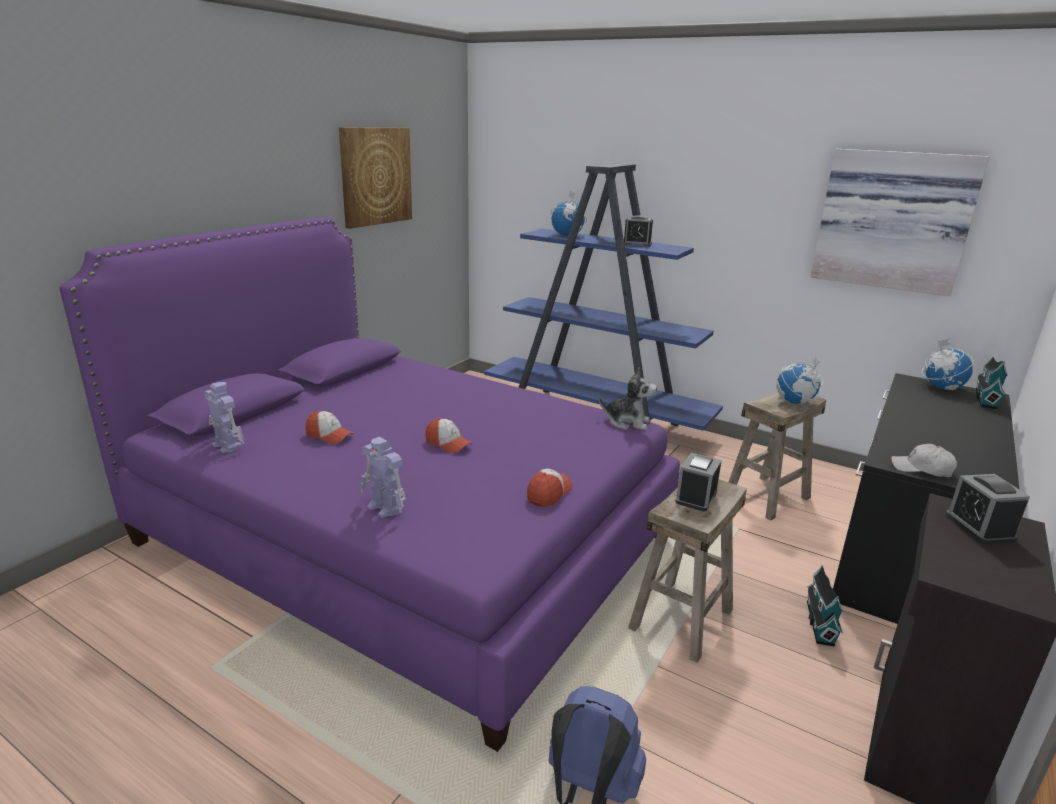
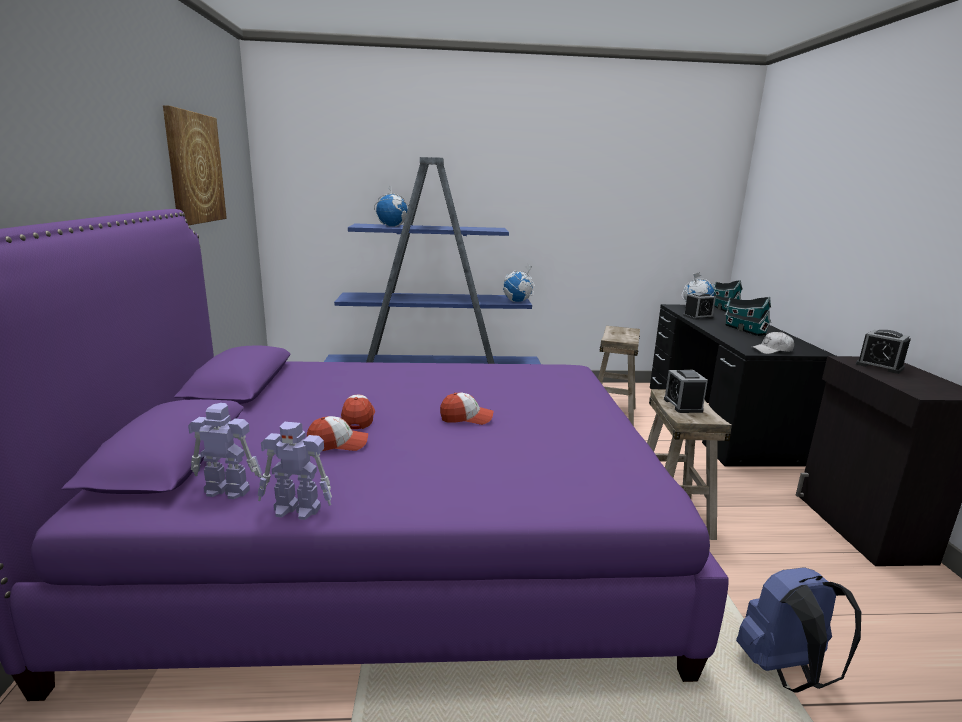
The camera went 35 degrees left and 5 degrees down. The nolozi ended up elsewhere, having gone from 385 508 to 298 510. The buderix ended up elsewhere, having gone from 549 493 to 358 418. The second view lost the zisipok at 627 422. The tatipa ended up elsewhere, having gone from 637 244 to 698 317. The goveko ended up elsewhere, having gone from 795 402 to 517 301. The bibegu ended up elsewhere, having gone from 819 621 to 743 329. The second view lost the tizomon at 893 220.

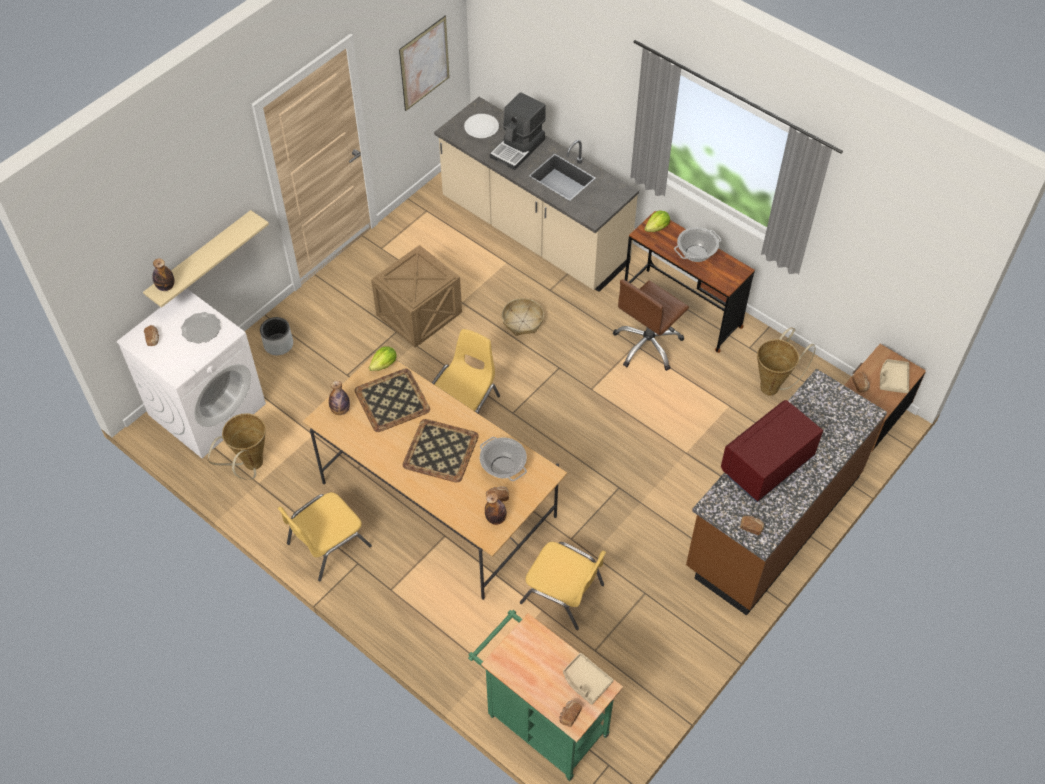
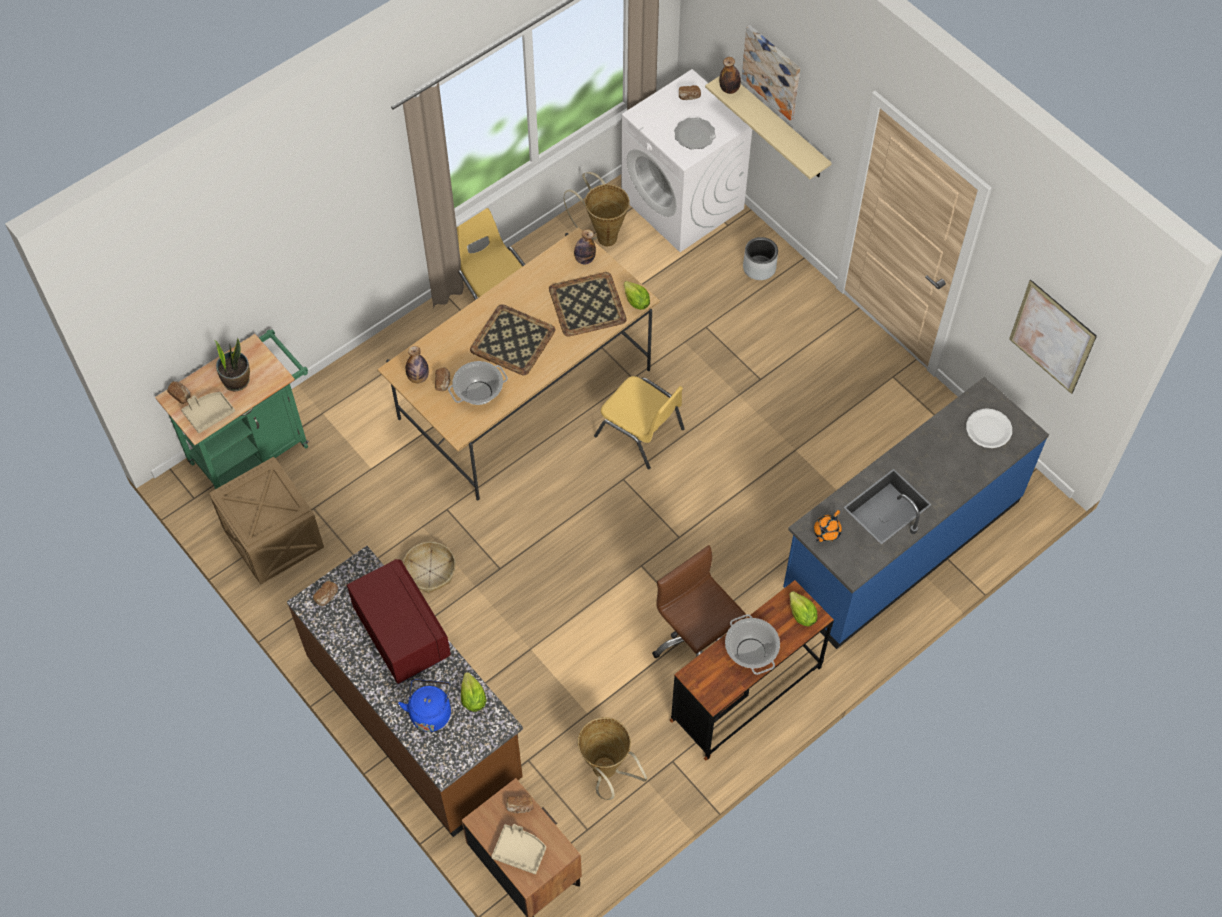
The camera went 100 degrees right and 5 degrees up. The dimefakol ended up elsewhere, having gone from 418 315 to 272 536. What was the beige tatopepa at 534 233 turned into the blue tatopepa at 900 545. The second view lost the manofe at 518 148. The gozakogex ended up elsewhere, having gone from 522 321 to 430 571. The second view lost the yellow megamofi at 563 594. The second view gained the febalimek at 237 380. The second view gained the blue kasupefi at 430 712. The second view gained the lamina at 473 698. The second view gained the tizomon at 772 71. The second view gained the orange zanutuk at 826 532.

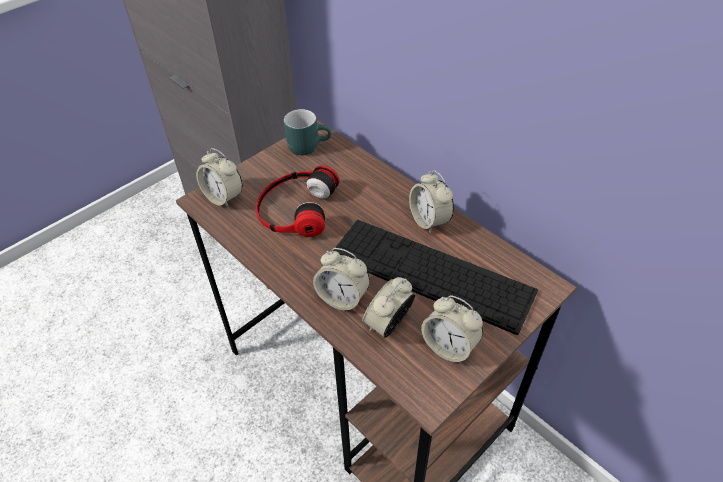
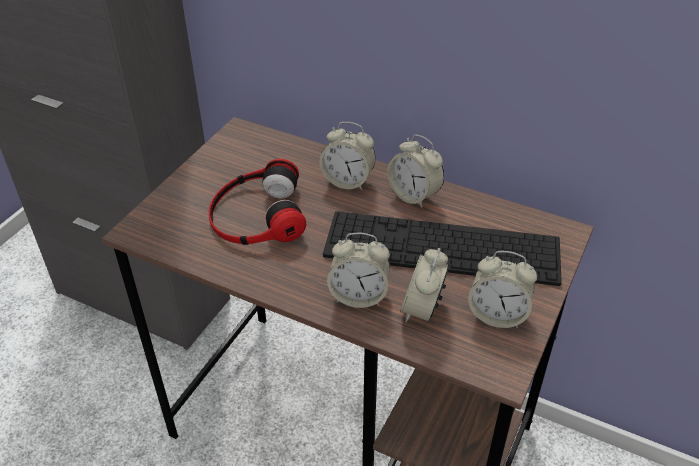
The camera went 20 degrees left and 5 degrees down. The tatipa ended up elsewhere, having gone from 223 197 to 348 181. The second view lost the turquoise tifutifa at 308 145.

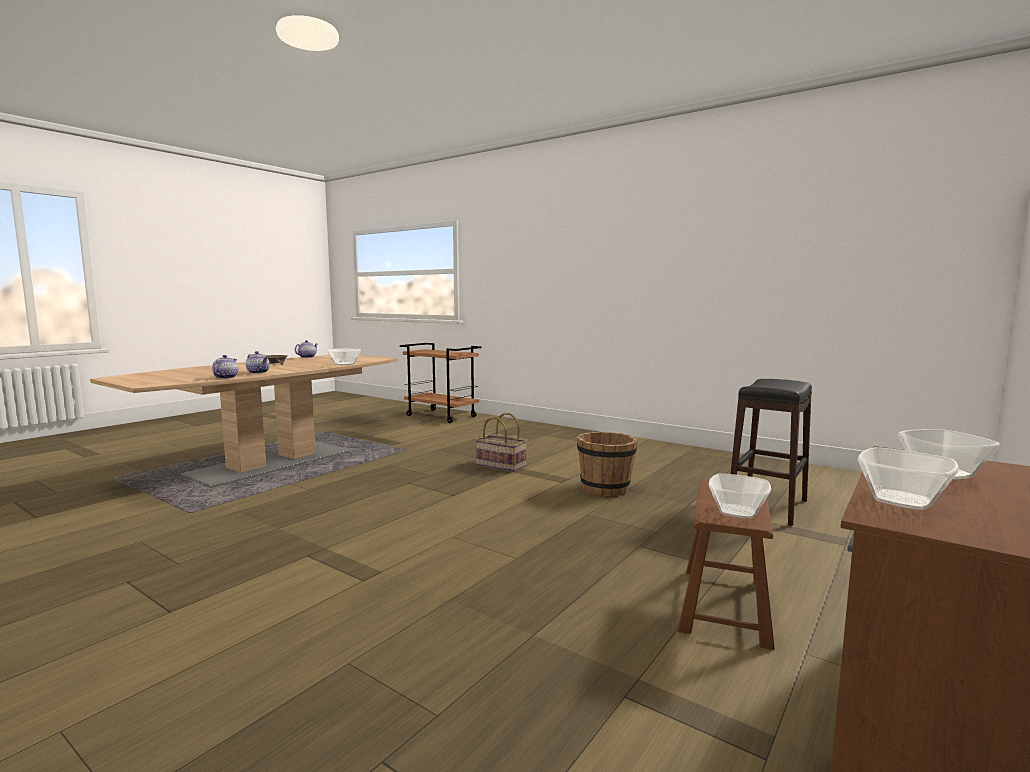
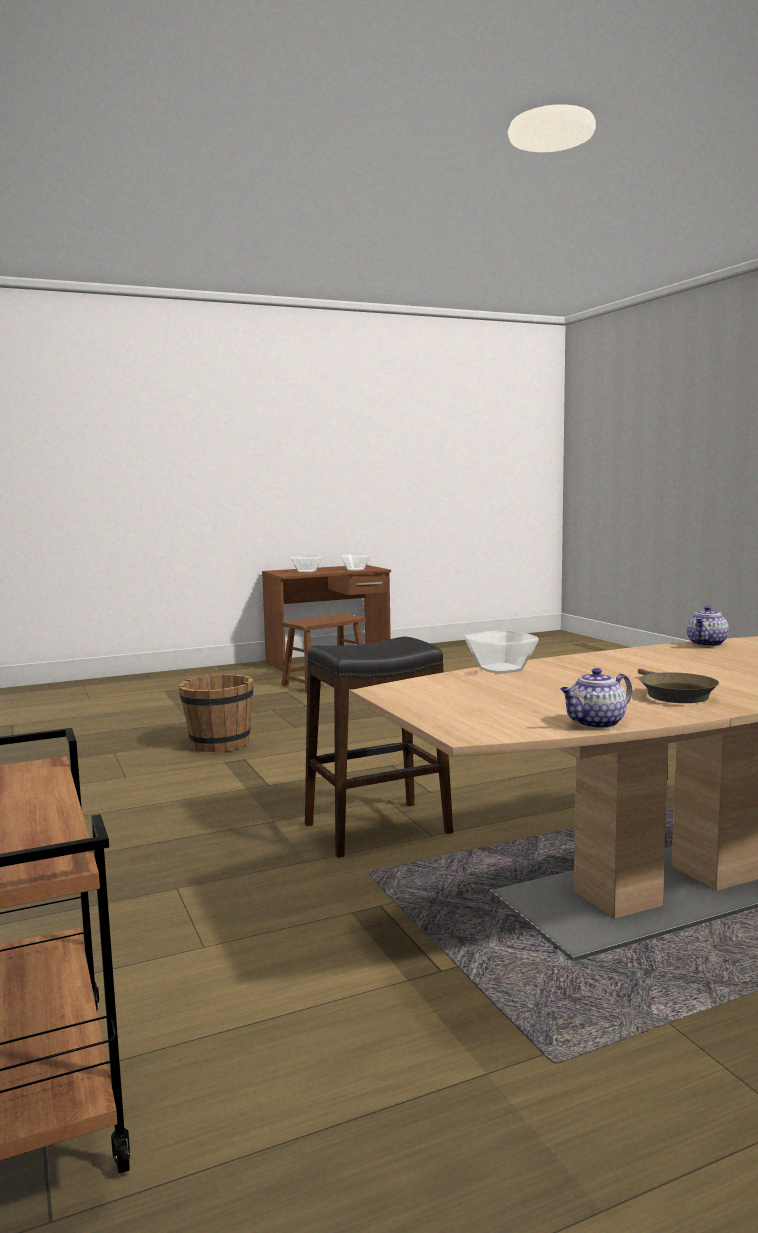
The camera went 150 degrees left and 0 degrees up. The second view lost the zanutuk at 258 372. The second view lost the gozakogex at 500 465. The second view lost the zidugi at 737 511. The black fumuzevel ended up elsewhere, having gone from 768 506 to 378 828.

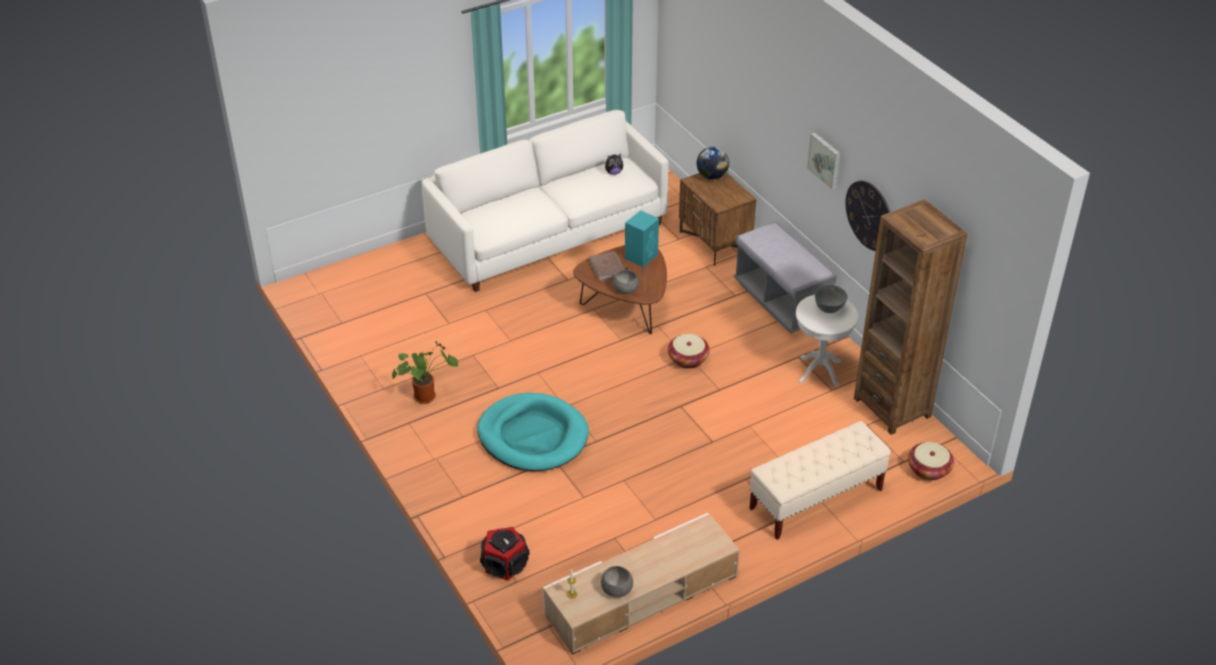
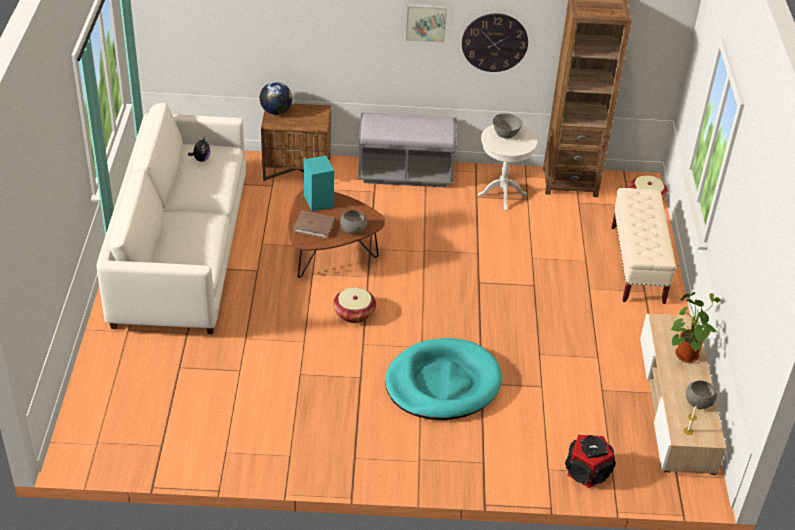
The camera went 60 degrees left and 0 degrees up. The febalimek ended up elsewhere, having gone from 427 395 to 685 353. The gozakogex ended up elsewhere, having gone from 688 359 to 354 313.

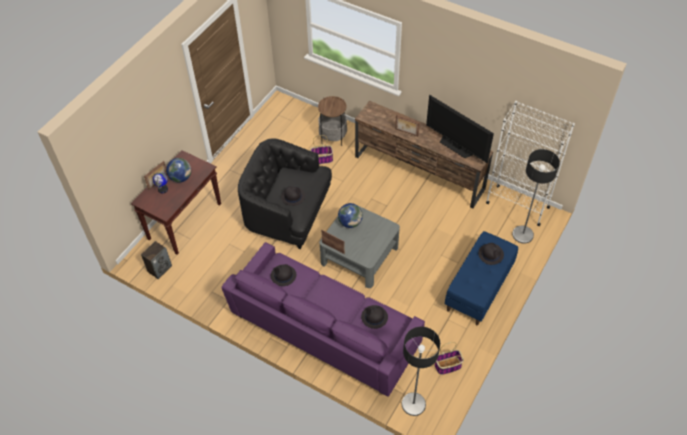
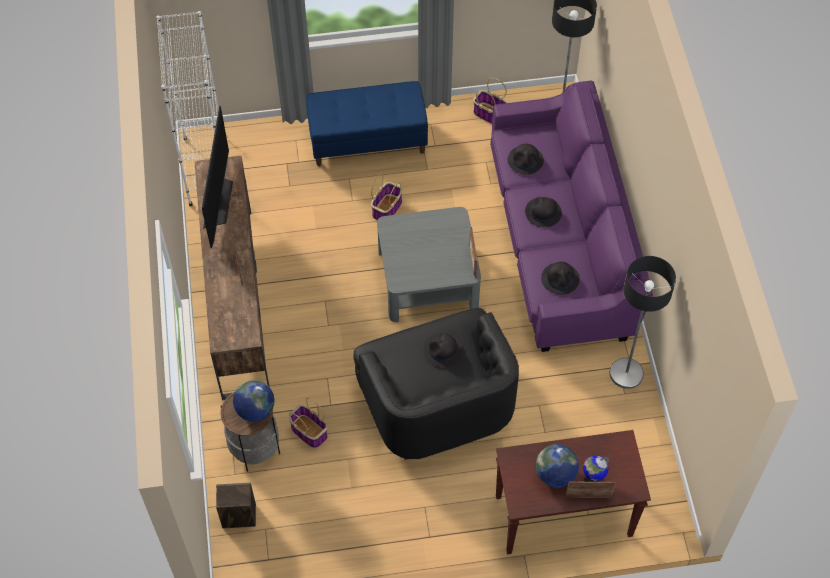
The camera went 130 degrees left and 5 degrees up. The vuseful ended up elsewhere, having gone from 160 268 to 238 516. The goveko ended up elsewhere, having gone from 350 222 to 255 410. The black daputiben ended up elsewhere, having gone from 491 254 to 543 212. The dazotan ended up elsewhere, having gone from 522 234 to 626 373. The second view gained the gozakogex at 387 208.

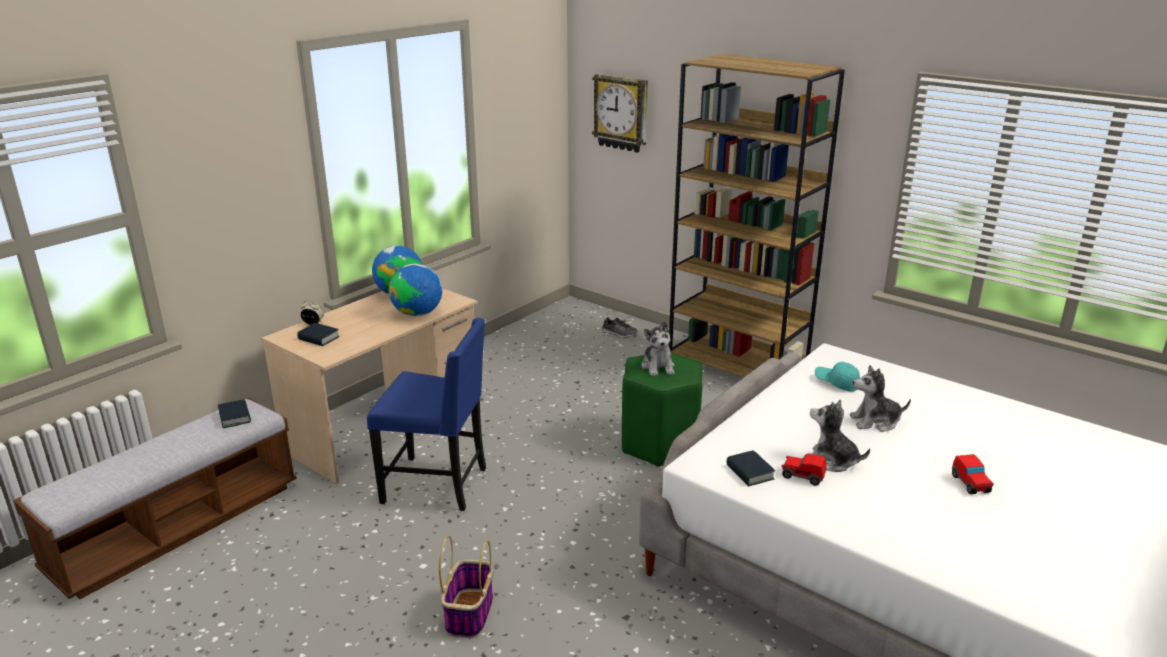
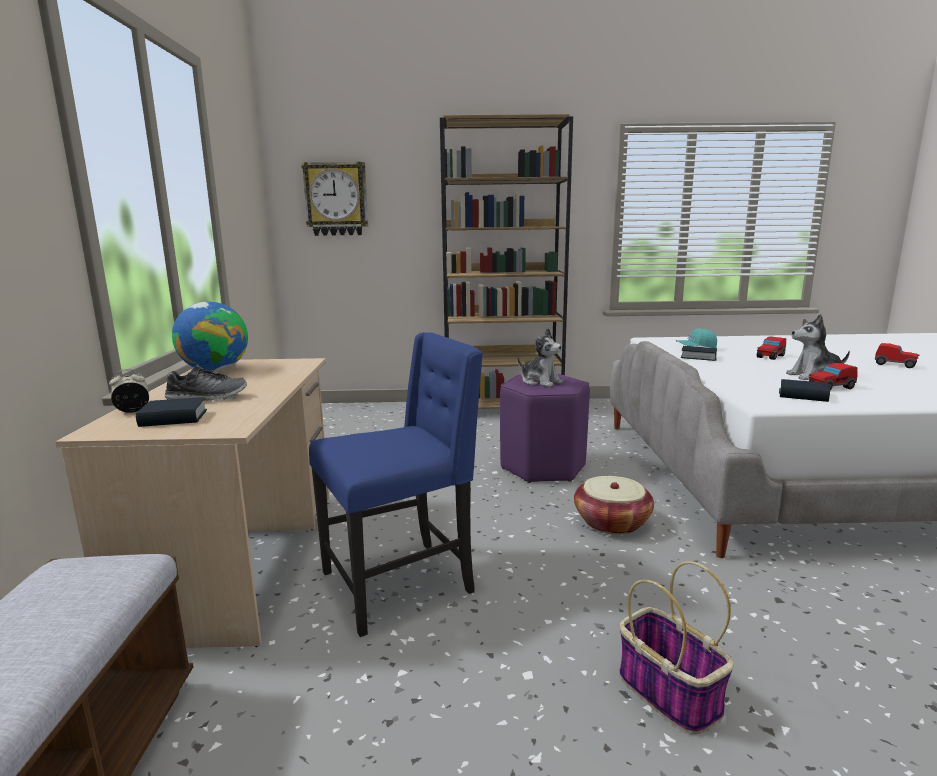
The camera went 40 degrees left and 10 degrees down. The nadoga ended up elsewhere, having gone from 235 417 to 698 357. The second view lost the goveko at 417 314. The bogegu ended up elsewhere, having gone from 619 334 to 207 398. What was the green fumuzevel at 661 444 turned into the purple fumuzevel at 543 467. Where the zisipok stood at 875 422, the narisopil came to stand at 770 356. The second view gained the gozakogex at 611 522.

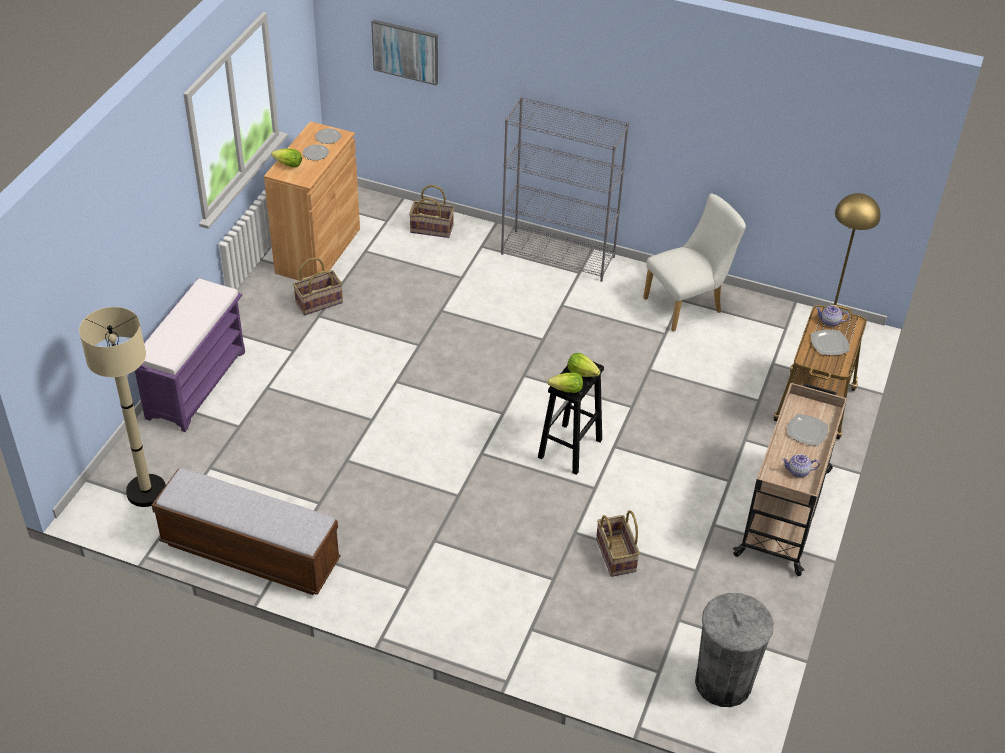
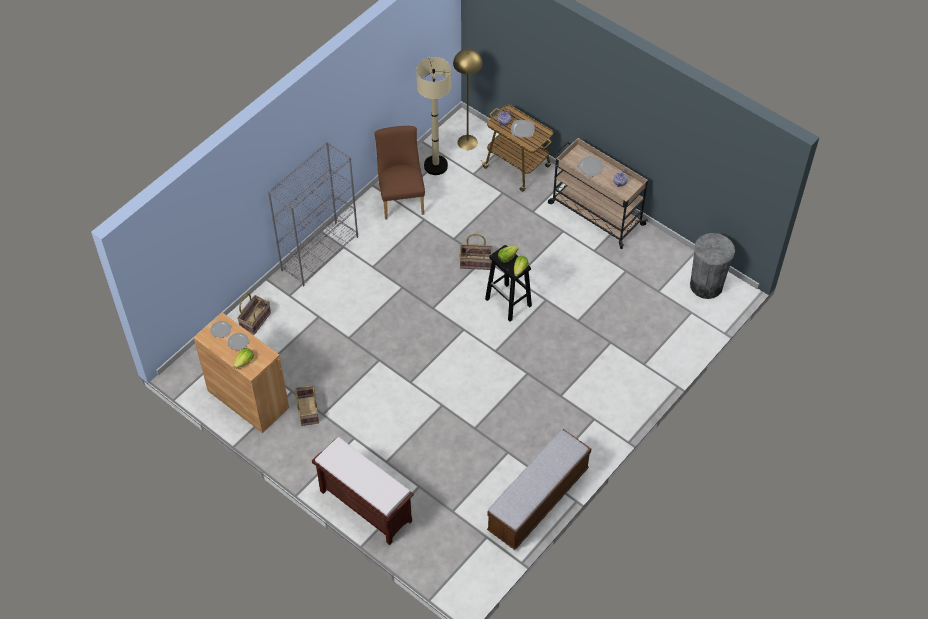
The camera went 70 degrees left and 10 degrees up. The beige dazotan ended up elsewhere, having gone from 146 491 to 435 166. What was the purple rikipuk at 196 383 turned into the brown rikipuk at 364 506. The second view lost the tizomon at 405 51. The gozakogex ended up elsewhere, having gone from 616 555 to 476 262. What was the white megamofi at 687 304 turned into the brown megamofi at 401 198.

